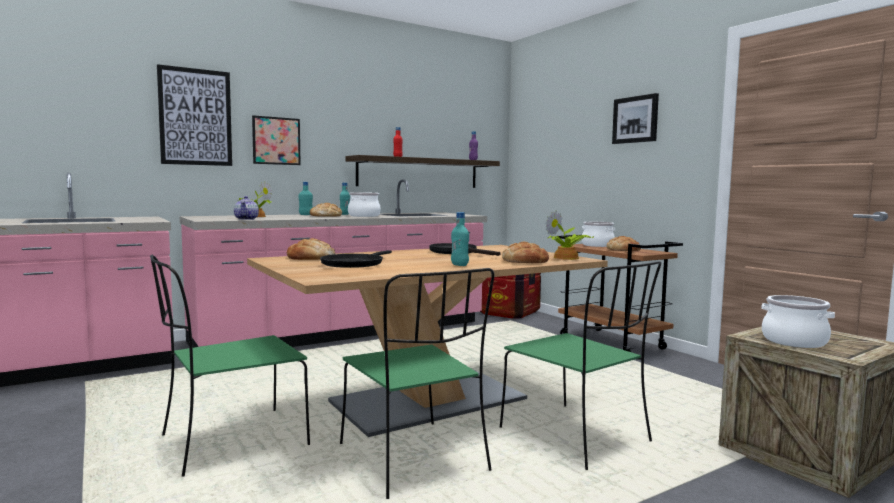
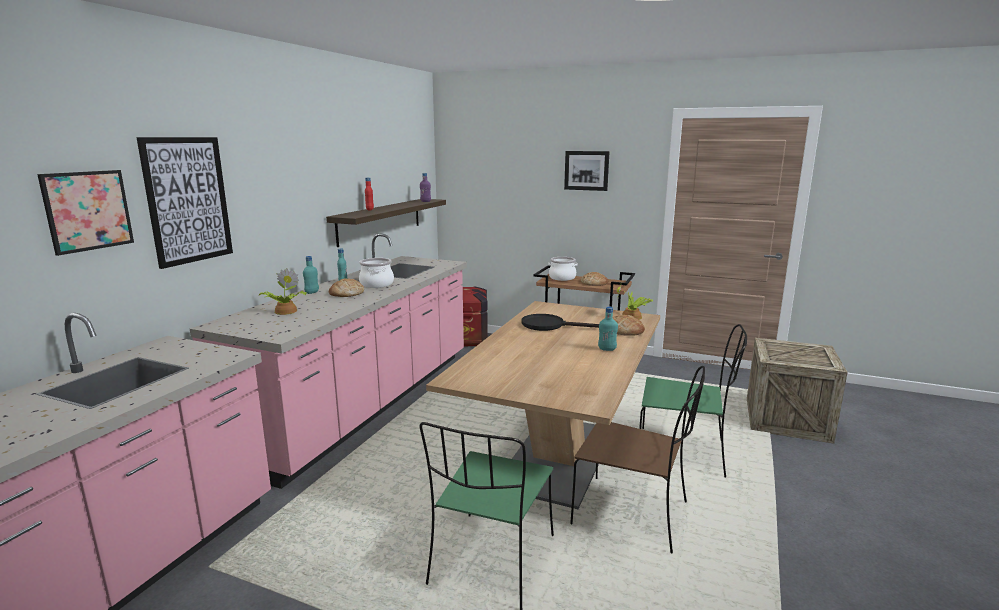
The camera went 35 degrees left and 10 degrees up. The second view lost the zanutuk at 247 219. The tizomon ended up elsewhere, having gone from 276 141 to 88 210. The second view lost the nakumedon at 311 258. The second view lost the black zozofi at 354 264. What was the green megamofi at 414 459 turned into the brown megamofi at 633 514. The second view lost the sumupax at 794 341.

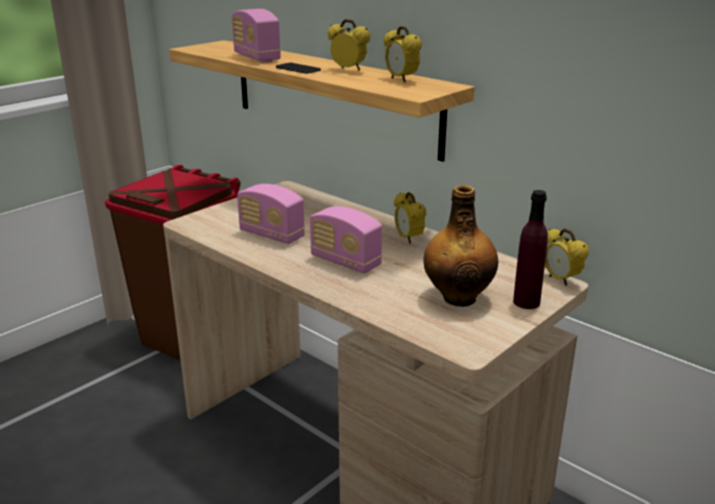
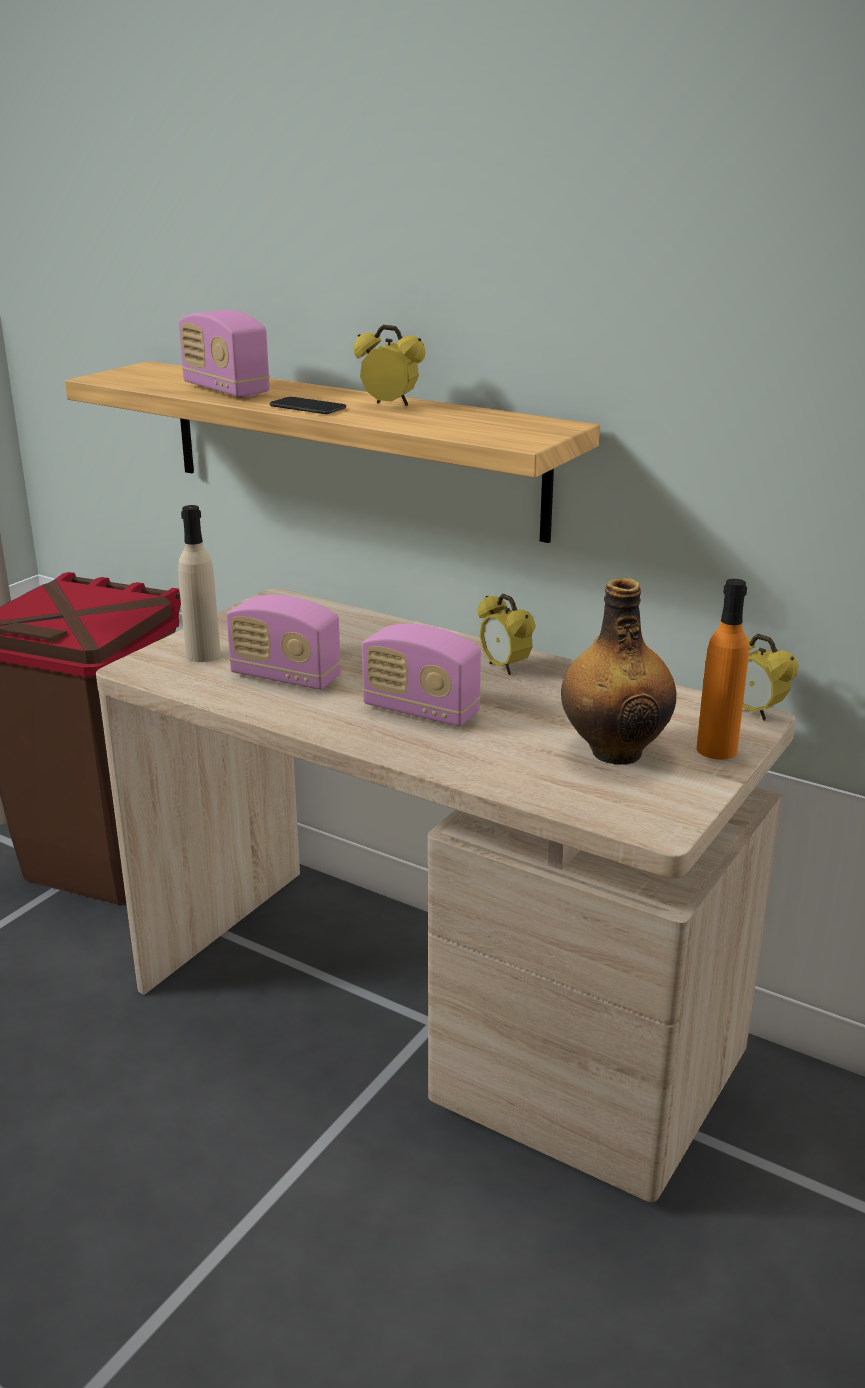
The camera went 10 degrees left and 0 degrees up. The second view lost the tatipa at 401 79. What was the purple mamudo at 526 302 turned into the orange mamudo at 716 749. The second view gained the beige mamudo at 203 655.

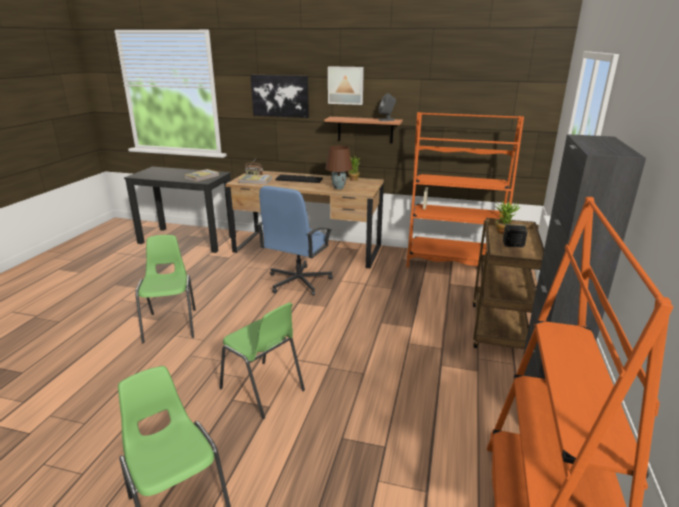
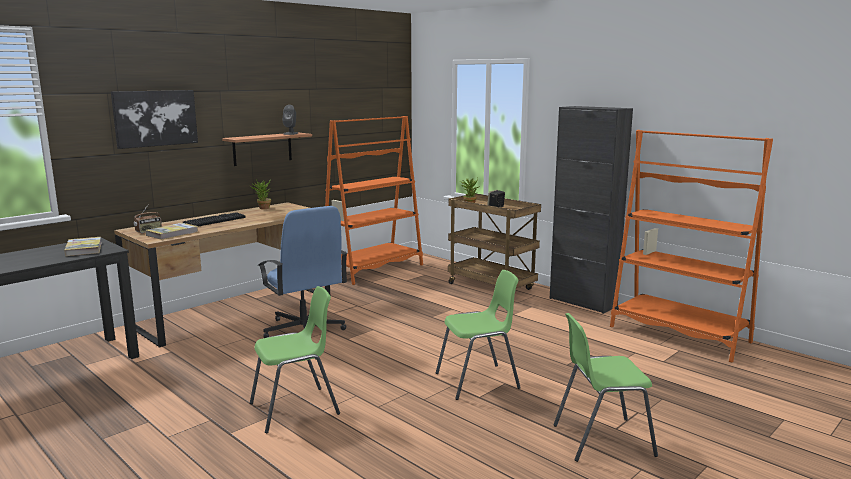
The camera went 60 degrees left and 10 degrees down. The green megamofi at 171 325 ended up facing another way, 135 degrees clockwise from before. The second view lost the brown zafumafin at 338 188. The second view lost the tizomon at 346 85.

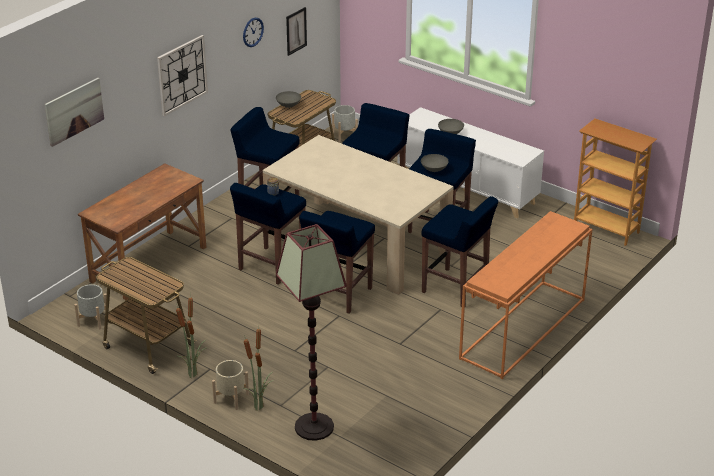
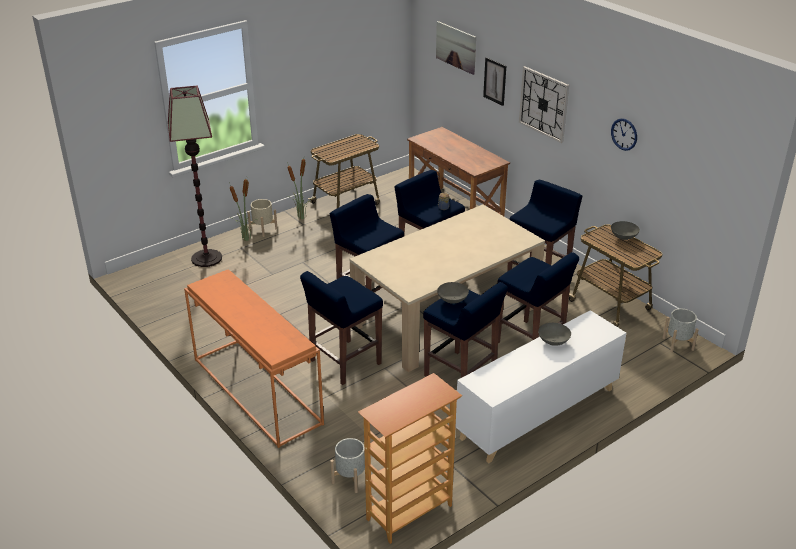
The camera went 105 degrees right and 0 degrees up. The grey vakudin ended up elsewhere, having gone from 93 320 to 351 479. The tizomon ended up elsewhere, having gone from 296 31 to 495 81.

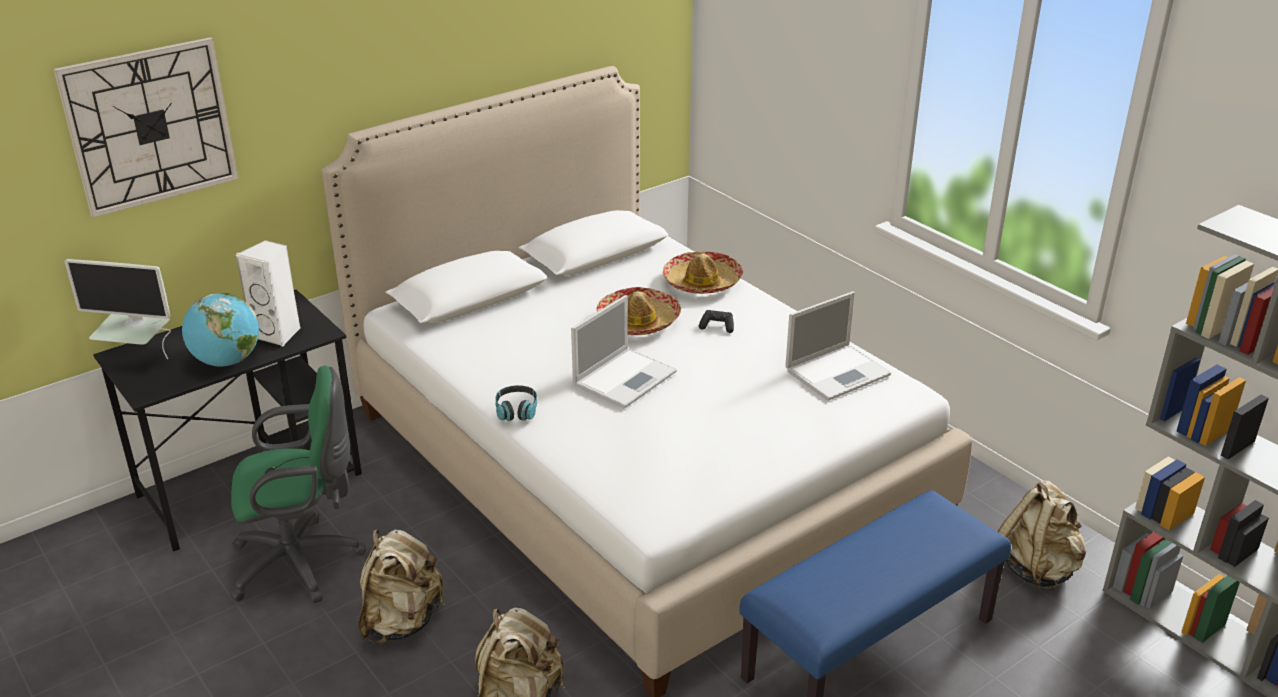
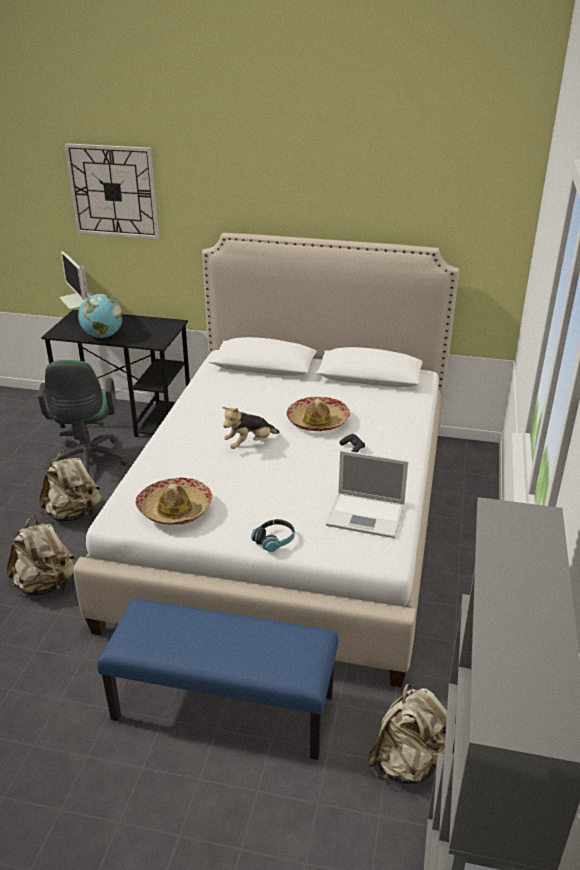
The camera went 50 degrees right and 0 degrees up. The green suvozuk at 303 562 ended up facing another way, 45 degrees clockwise from before. The second view lost the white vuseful at 278 334. The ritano ended up elsewhere, having gone from 516 410 to 274 540. Where the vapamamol stood at 625 377, the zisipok came to stand at 249 444. The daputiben ended up elsewhere, having gone from 702 282 to 175 509.

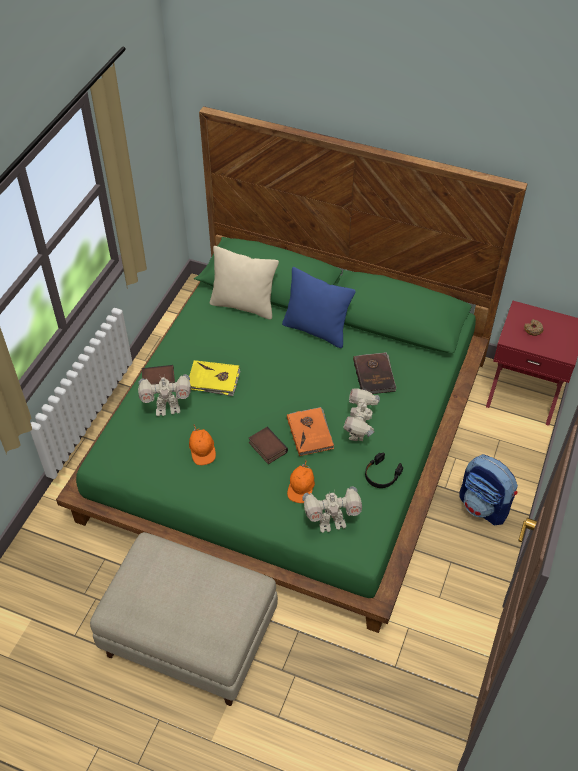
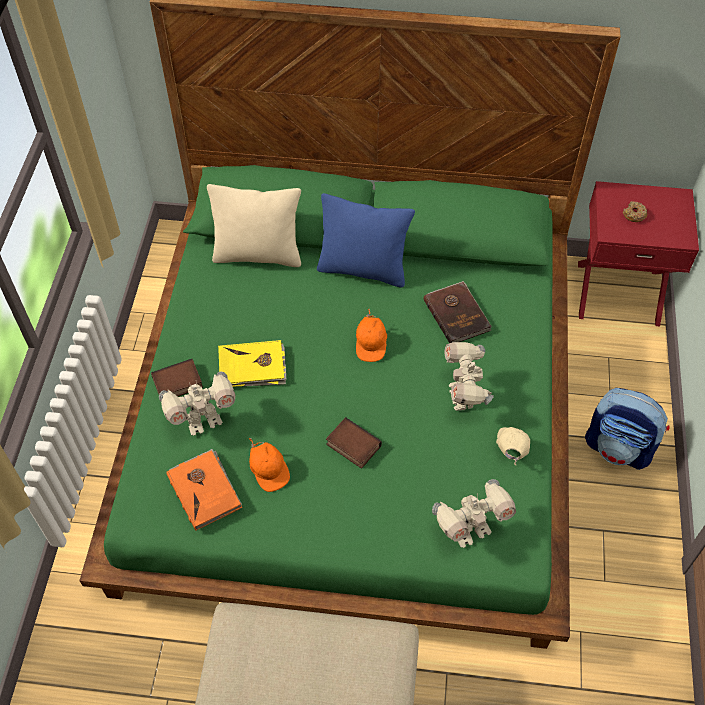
The camera went 15 degrees left and 5 degrees up. The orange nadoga ended up elsewhere, having gone from 310 432 to 205 490. The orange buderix ended up elsewhere, having gone from 301 488 to 371 344. Where the black ritano stood at 381 475, the beige buderix came to stand at 511 449.

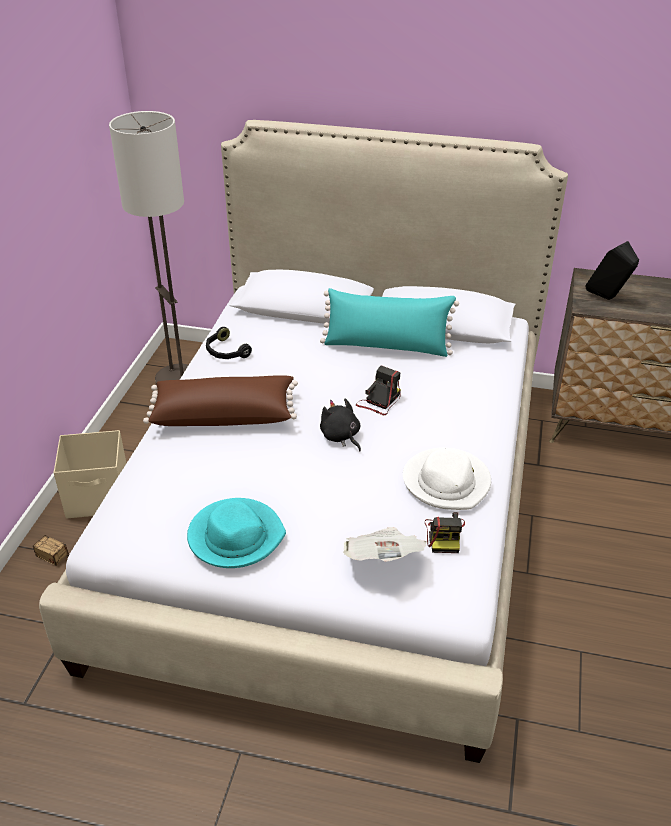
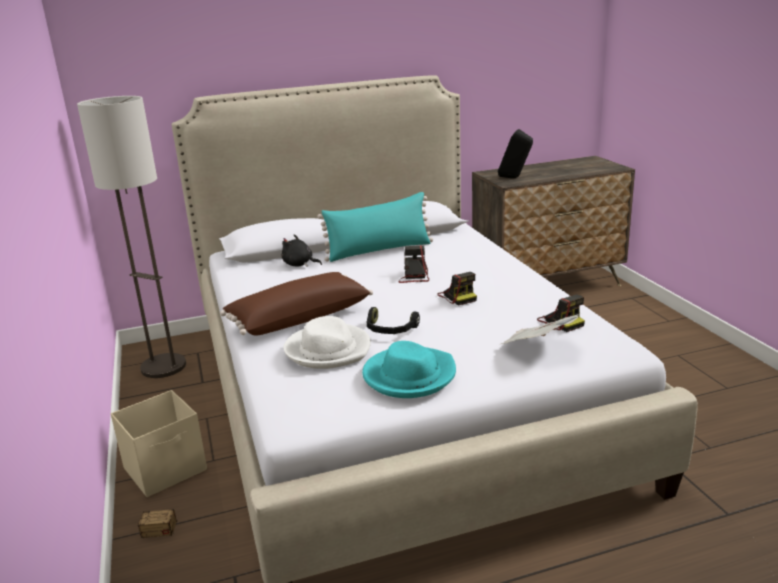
The camera went 30 degrees left and 15 degrees down. The black ritano ended up elsewhere, having gone from 225 352 to 390 330. The black zisipok ended up elsewhere, having gone from 341 437 to 299 264. The white daputiben ended up elsewhere, having gone from 447 482 to 328 349. The second view gained the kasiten at 457 296.

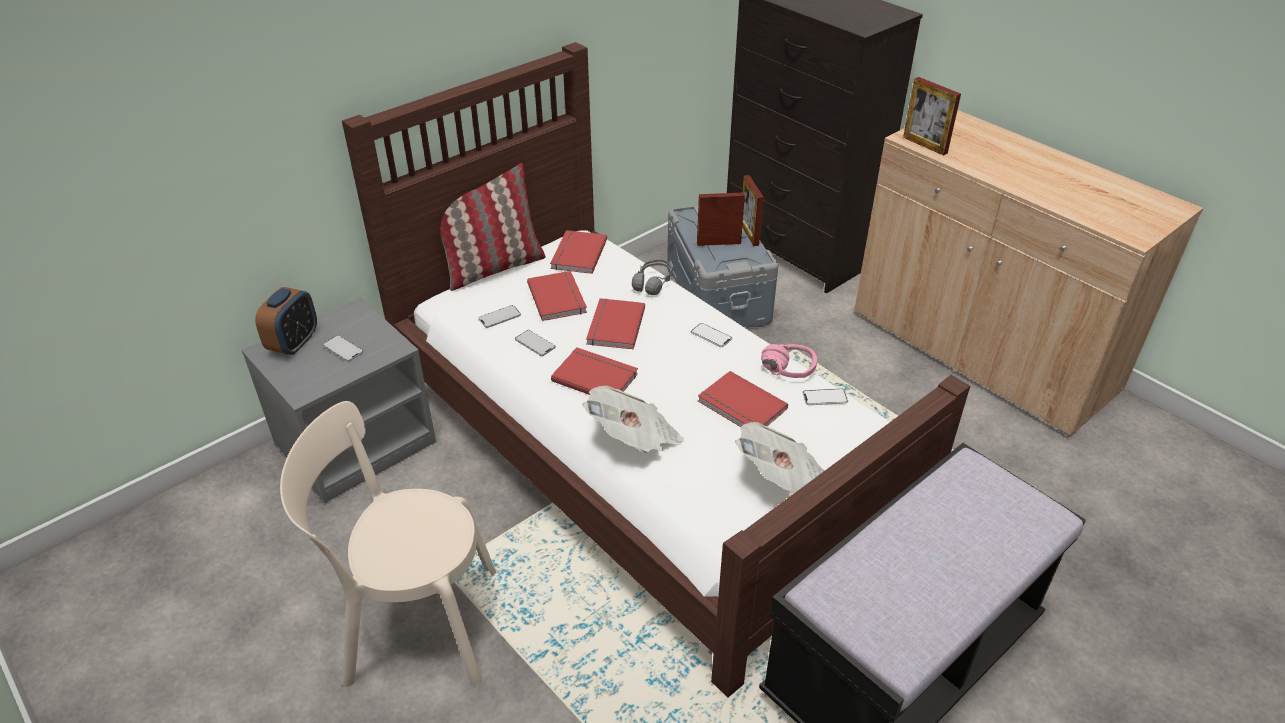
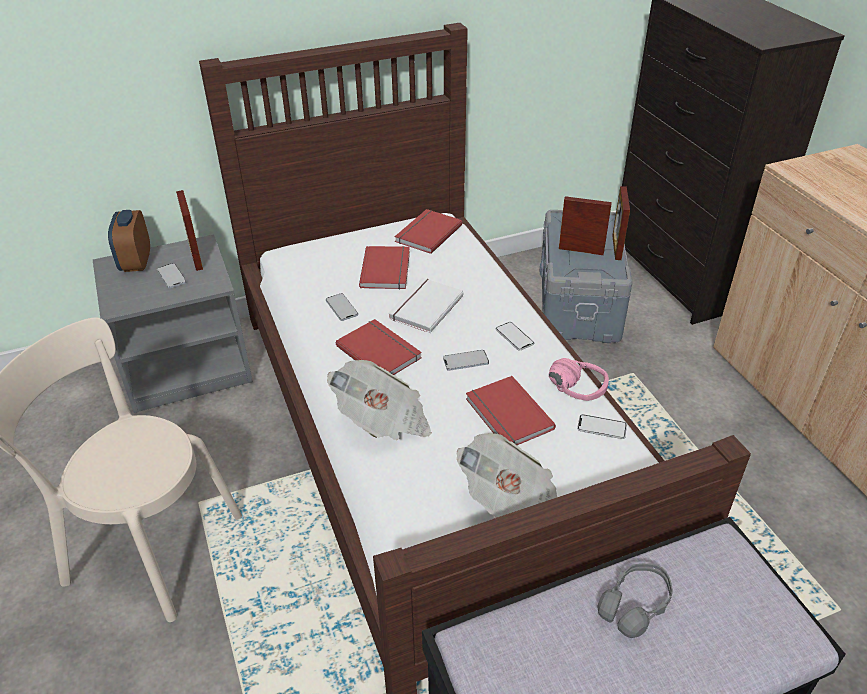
The camera went 20 degrees right and 0 degrees up. The tatipa at 294 343 ended up facing another way, 135 degrees clockwise from before. The second view lost the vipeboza at 492 267. The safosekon ended up elsewhere, having gone from 499 317 to 465 361. What was the red nadoga at 613 326 turned into the white nadoga at 424 307. The grey ritano ended up elsewhere, having gone from 653 283 to 635 605. The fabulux ended up elsewhere, having gone from 925 145 to 196 257.

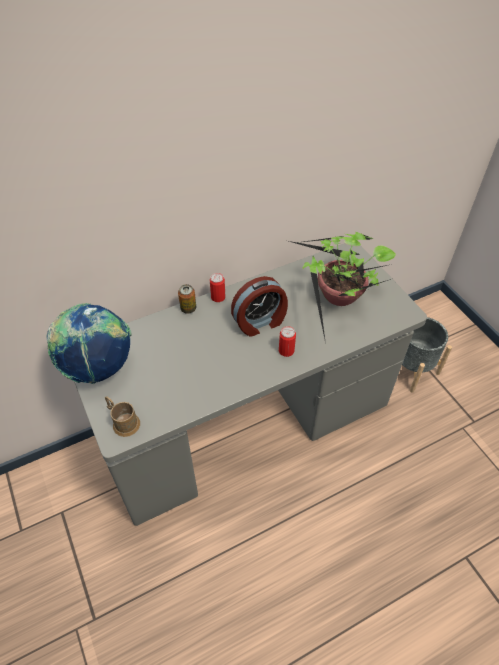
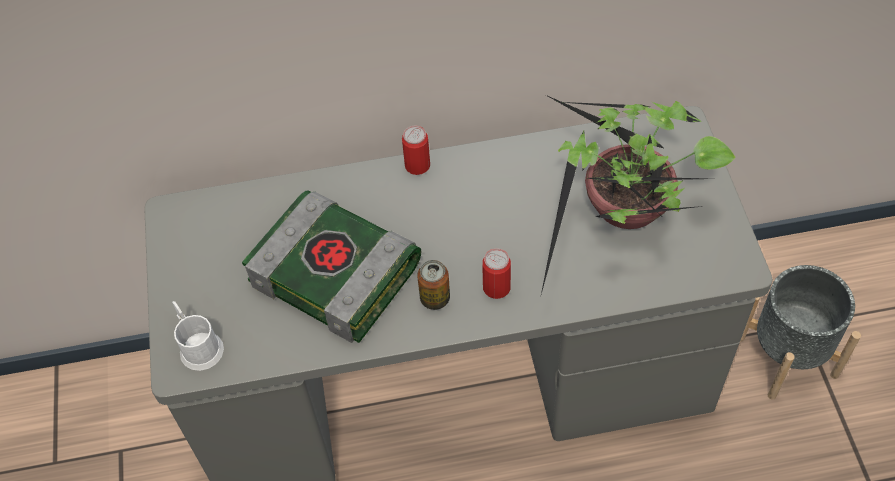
The camera went 20 degrees right and 5 degrees up. The second view lost the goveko at 98 367. What was the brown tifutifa at 123 422 turned into the white tifutifa at 198 346. The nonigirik ended up elsewhere, having gone from 188 308 to 435 298. The second view lost the tatipa at 260 322. The second view gained the nadoga at 338 273.

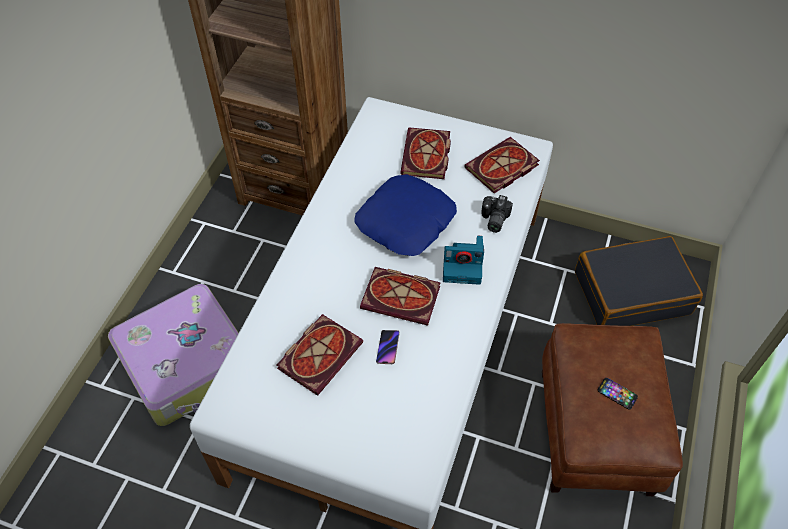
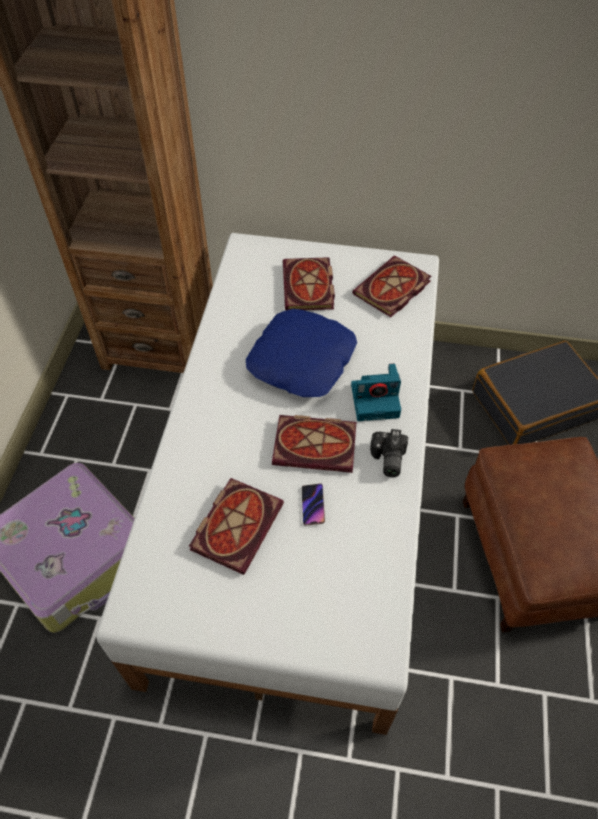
The camera went 10 degrees left and 0 degrees up. The kasiten ended up elsewhere, having gone from 493 220 to 387 459. The second view lost the safosekon at 617 394.

